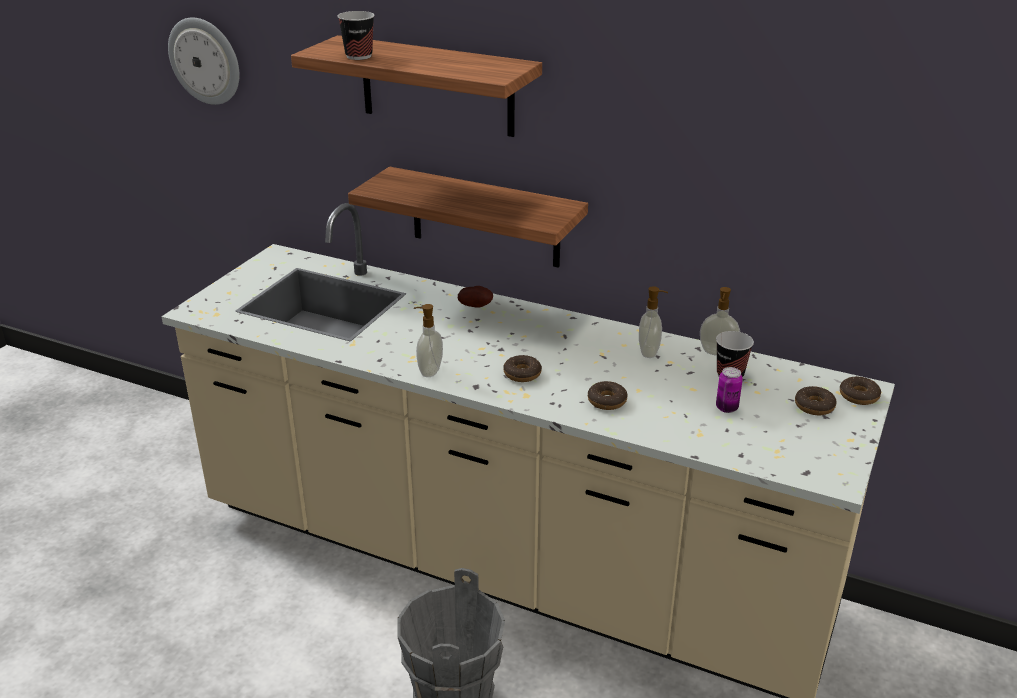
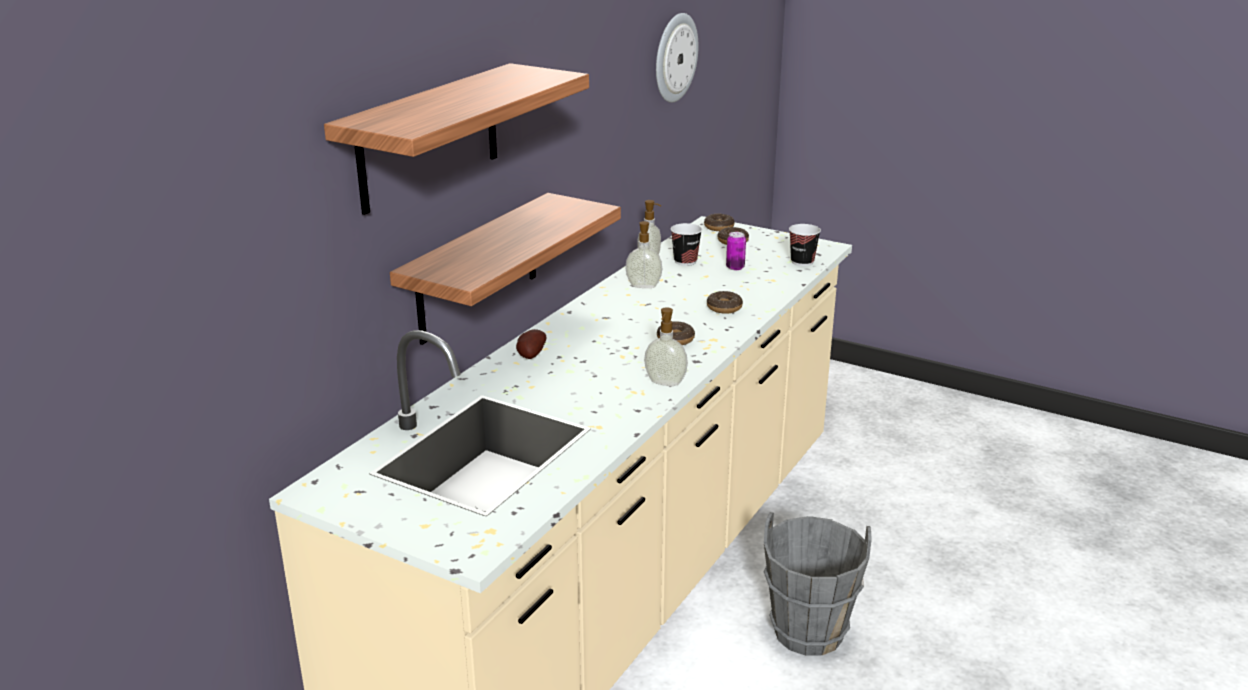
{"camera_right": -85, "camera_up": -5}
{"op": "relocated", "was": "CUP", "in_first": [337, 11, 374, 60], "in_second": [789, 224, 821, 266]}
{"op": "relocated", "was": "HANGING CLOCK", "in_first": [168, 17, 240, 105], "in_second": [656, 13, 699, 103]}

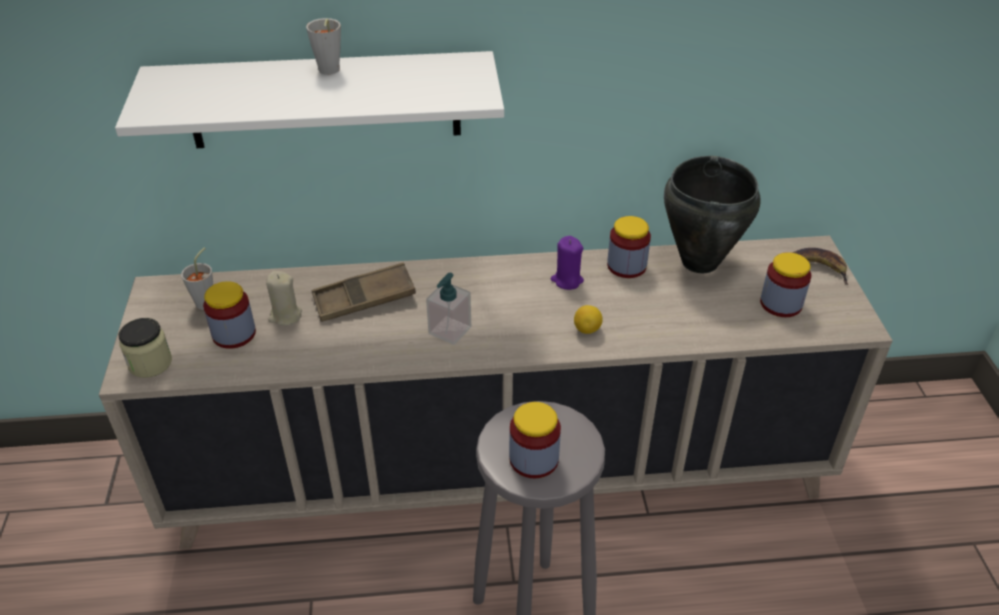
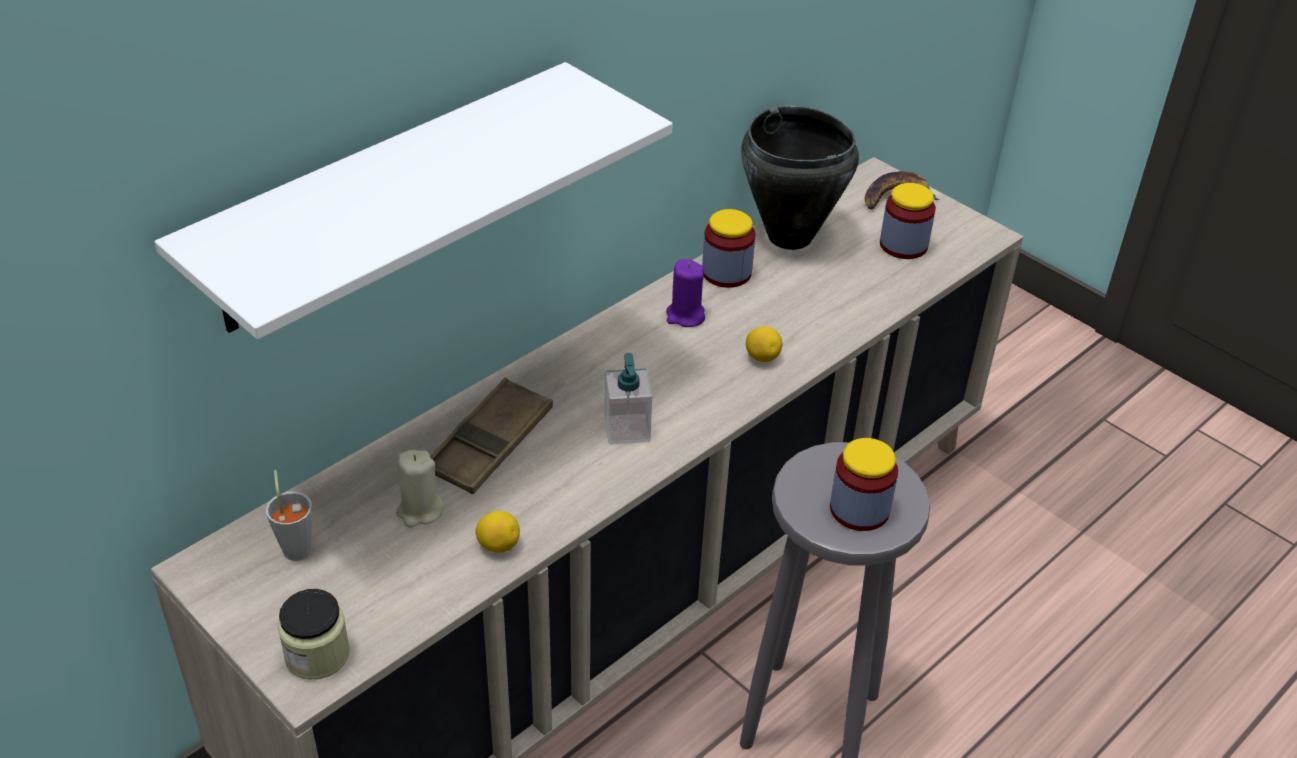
{"camera_right": -40, "camera_up": 0}
{"op": "missing", "was": "GREY CUP", "in_first": [306, 18, 341, 75]}
{"op": "missing", "was": "STORAGE JAR", "in_first": [203, 281, 256, 349]}
{"op": "appeared", "now": "LEMON", "in_second": [475, 511, 520, 553]}

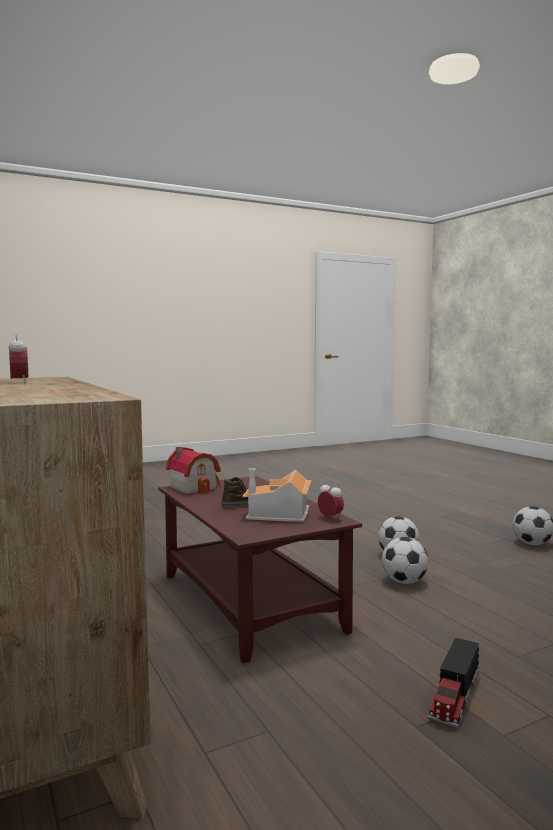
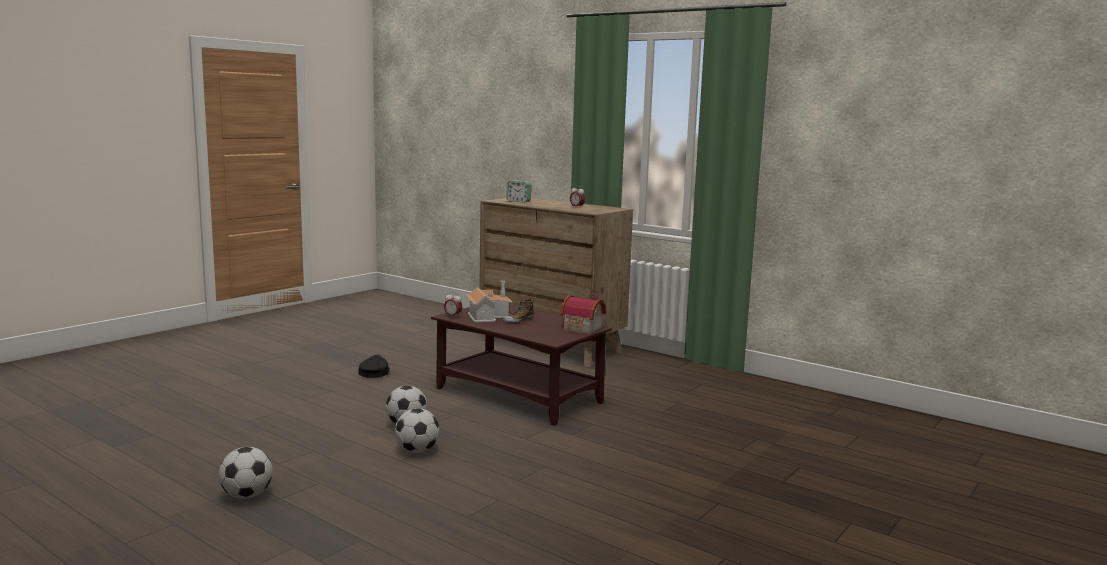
{"camera_right": 155, "camera_up": 5}
{"op": "exchanged", "was": "MODEL TRUCK", "now": "BLACKISH PEAKED CAP", "in_first": [428, 638, 480, 728], "in_second": [358, 355, 390, 378]}
{"op": "appeared", "now": "TABLE CLOCK", "in_second": [507, 180, 531, 203]}

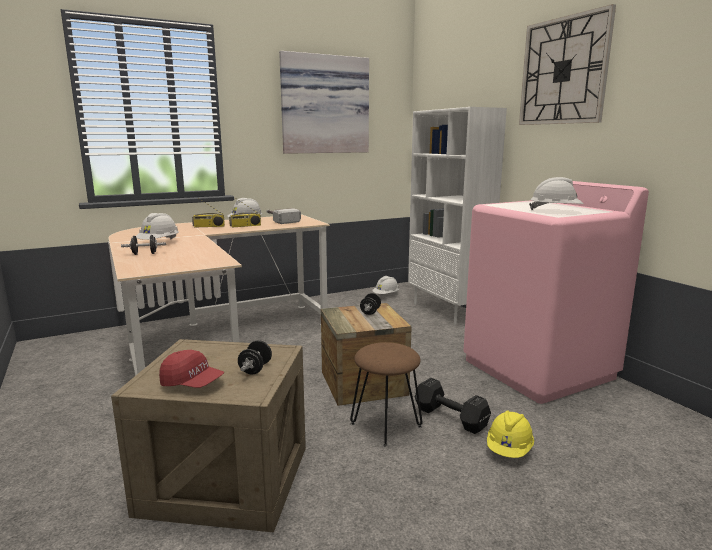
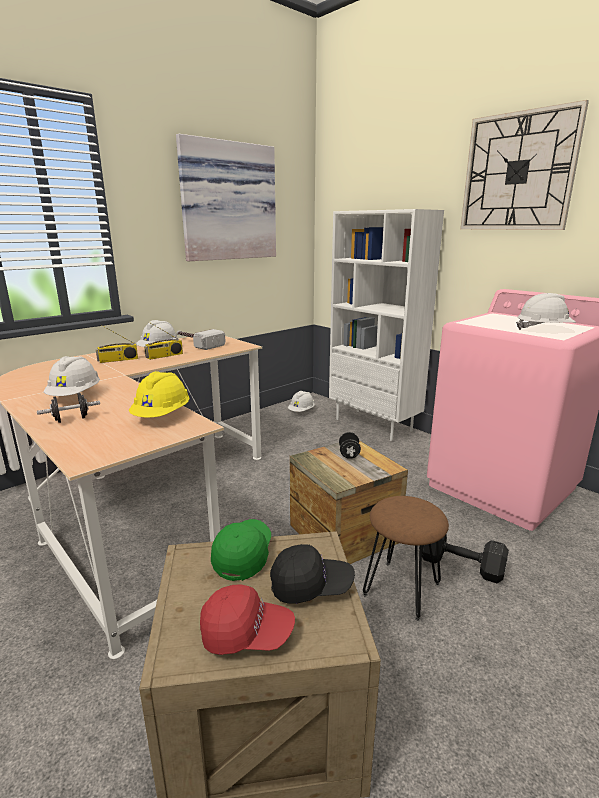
{"camera_right": -15, "camera_up": 5}
{"op": "exchanged", "was": "BLACKISH FREE WEIGHT", "now": "BLACKISH PEAKED CAP", "in_first": [238, 340, 272, 374], "in_second": [270, 544, 355, 604]}
{"op": "relocated", "was": "YELLOWISH SAFETY HELMET", "in_first": [487, 410, 534, 458], "in_second": [129, 371, 190, 418]}
{"op": "appeared", "now": "GREENISH PEAKED CAP", "in_second": [211, 519, 271, 581]}

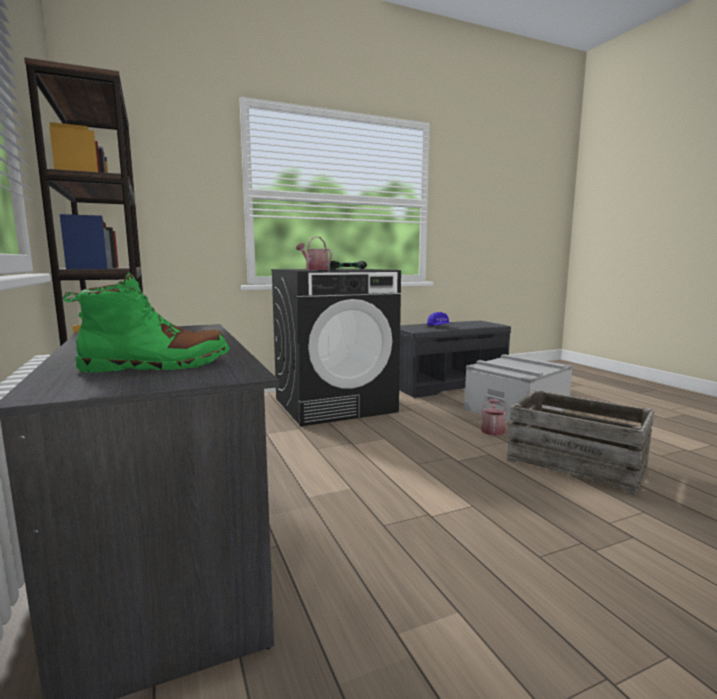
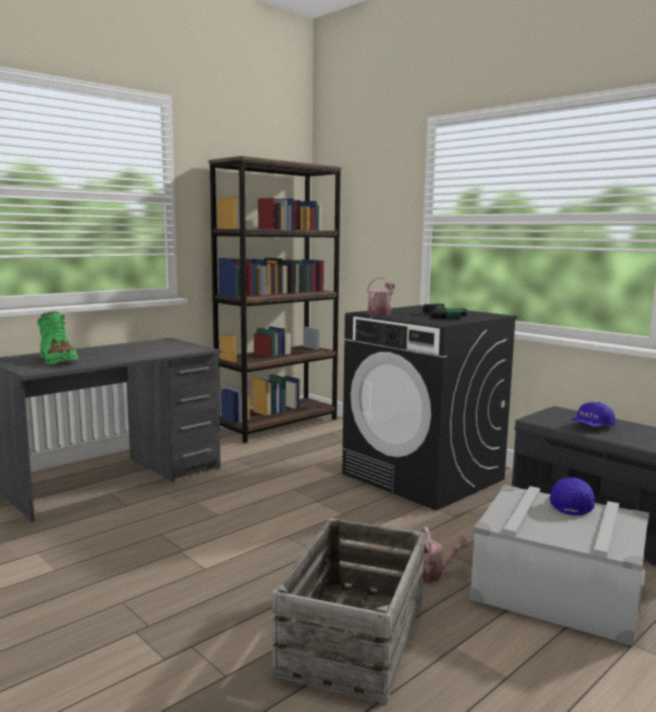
{"camera_right": 70, "camera_up": 0}
{"op": "appeared", "now": "BLUISH PEAKED CAP", "in_second": [549, 477, 595, 516]}

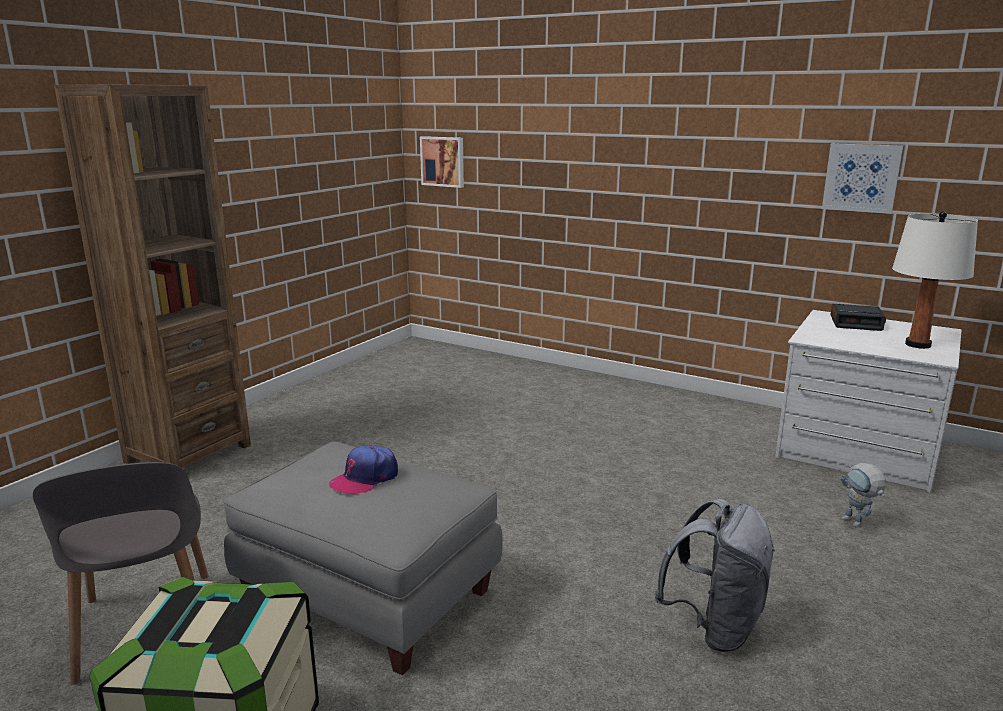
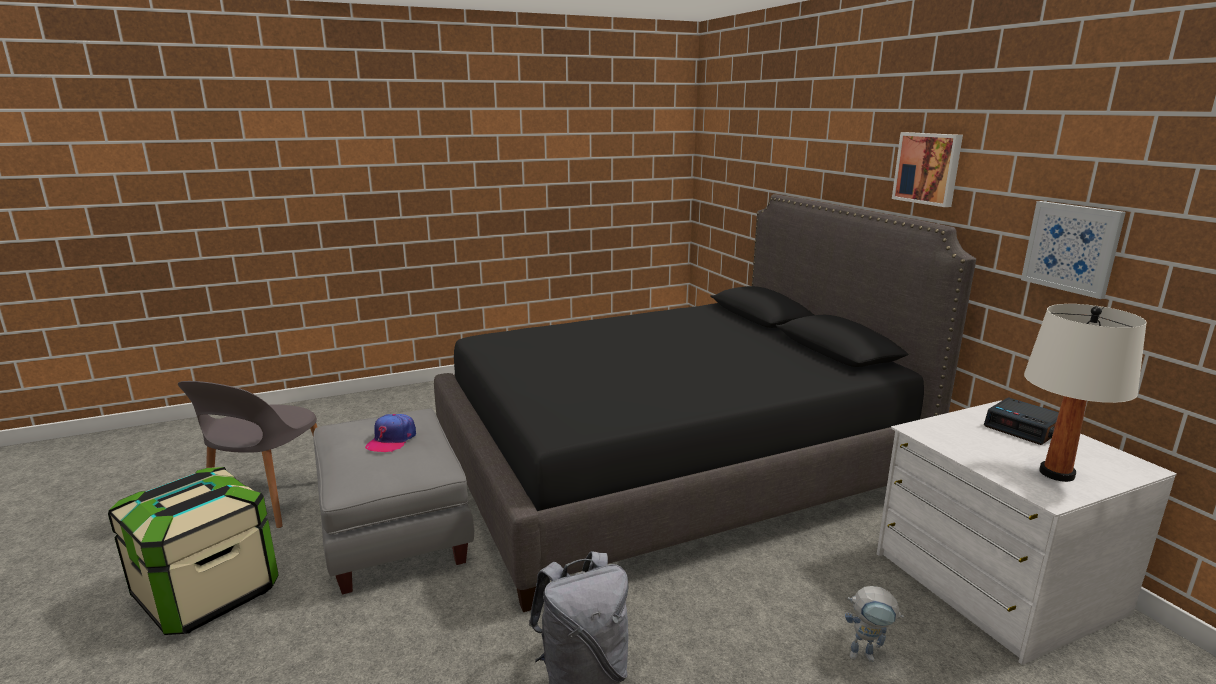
{"camera_right": 35, "camera_up": 0}
{"op": "missing", "was": "BROWN-COLOURED SHELVING UNIT", "in_first": [54, 84, 251, 468]}
{"op": "relocated", "was": "PICTURE", "in_first": [420, 136, 464, 188], "in_second": [892, 132, 963, 207]}
{"op": "spun", "was": "PEAKED CAP", "in_first": [329, 445, 398, 495], "in_second": [365, 414, 416, 452], "clockwise": -60}
{"op": "spun", "was": "ROBOT FIGURE", "in_first": [841, 463, 886, 527], "in_second": [845, 586, 904, 662], "clockwise": -90}
{"op": "appeared", "now": "BLACKISH BED", "in_second": [434, 194, 976, 612]}

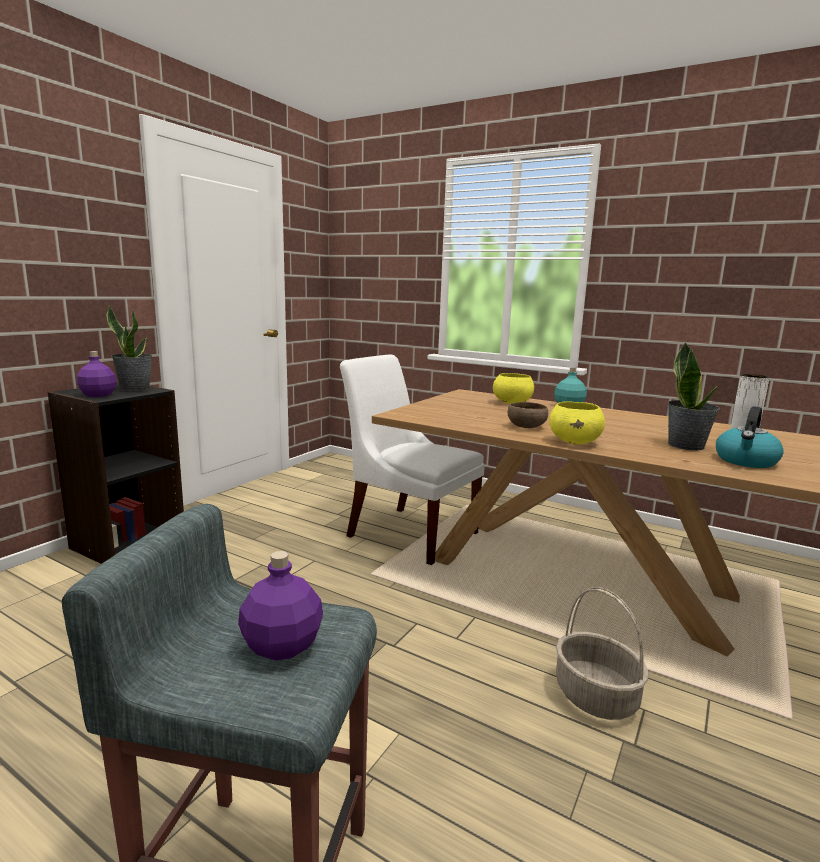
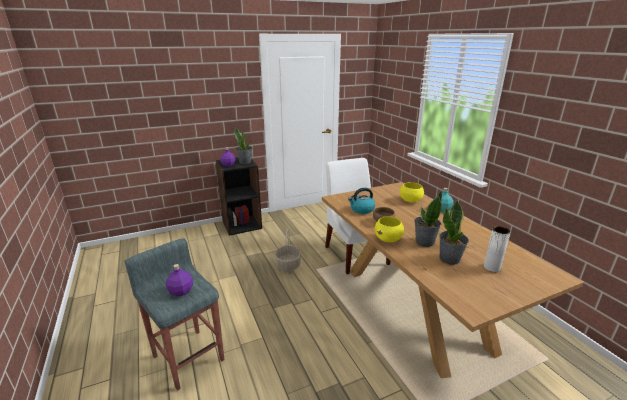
{"camera_right": 35, "camera_up": 10}
{"op": "relocated", "was": "KETTLE", "in_first": [716, 406, 784, 468], "in_second": [348, 188, 375, 214]}
{"op": "relocated", "was": "HOUSEHOLD BASKET", "in_first": [556, 587, 649, 720], "in_second": [274, 229, 301, 272]}
{"op": "appeared", "now": "POTTED PLANT", "in_second": [414, 191, 442, 247]}

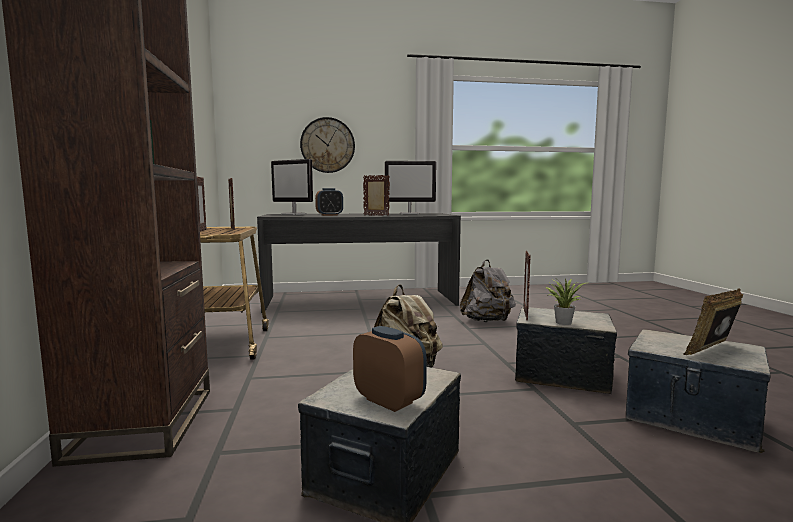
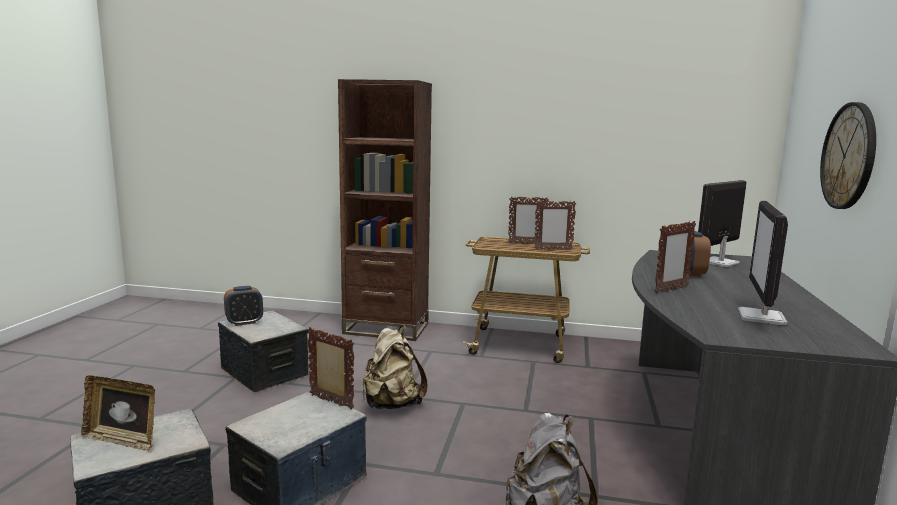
{"camera_right": 110, "camera_up": 5}
{"op": "missing", "was": "POTTED PLANT", "in_first": [546, 279, 585, 325]}
{"op": "spun", "was": "STANDING FRAME", "in_first": [683, 288, 743, 356], "in_second": [81, 375, 155, 452], "clockwise": 120}

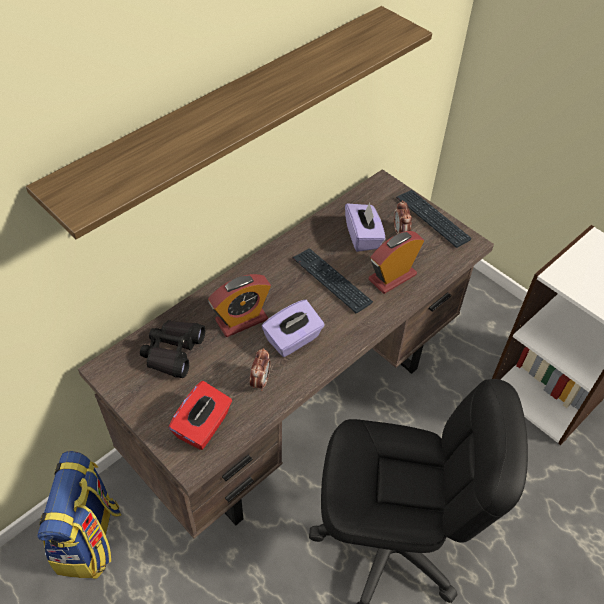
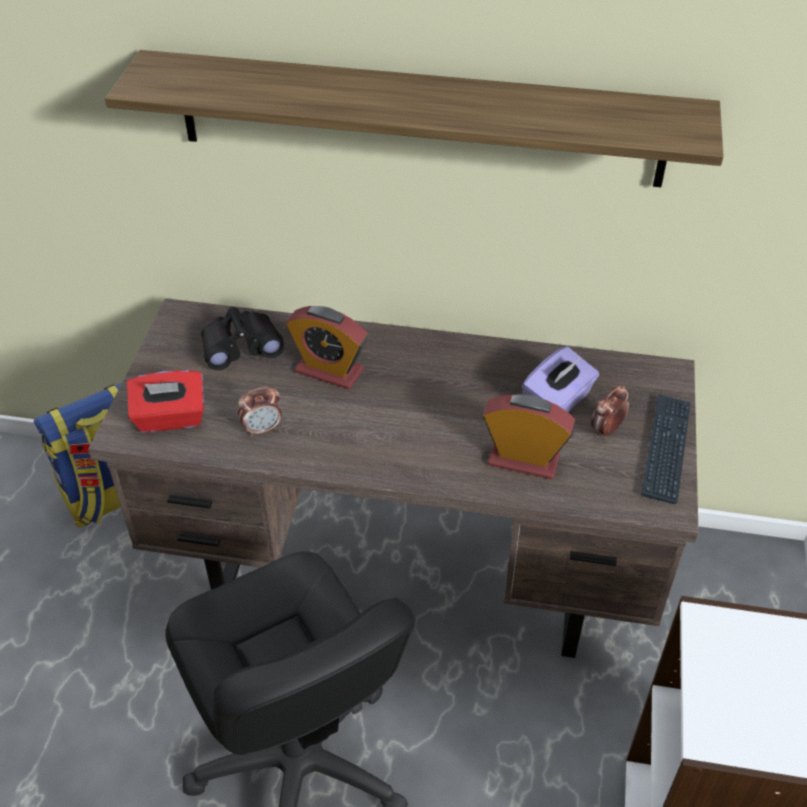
{"camera_right": 55, "camera_up": -5}
{"op": "missing", "was": "COMPUTER KEYBOARD", "in_first": [292, 248, 373, 313]}
{"op": "missing", "was": "PURPLE-COLOURED BOX OF TISSUES", "in_first": [262, 300, 325, 357]}

